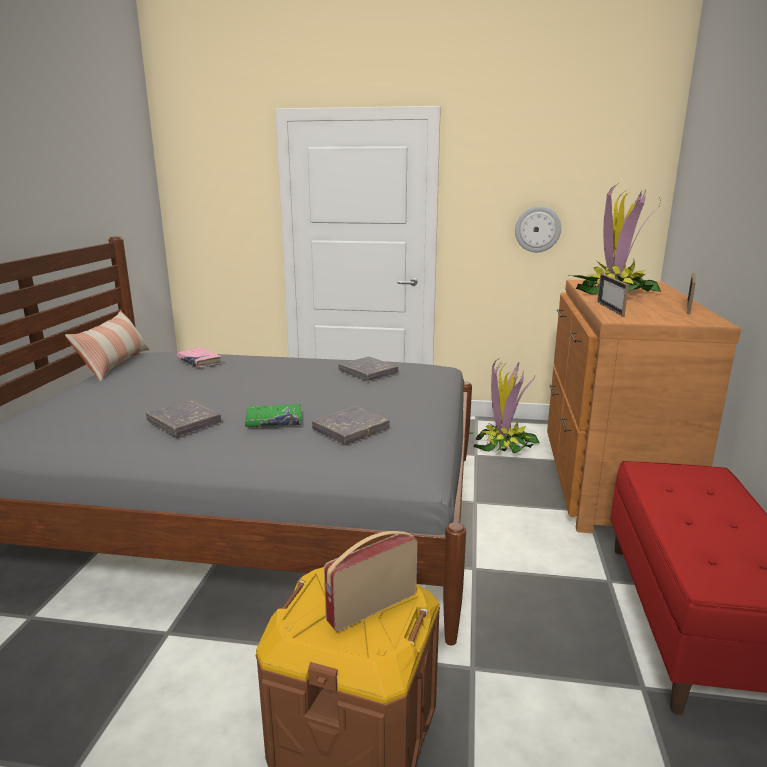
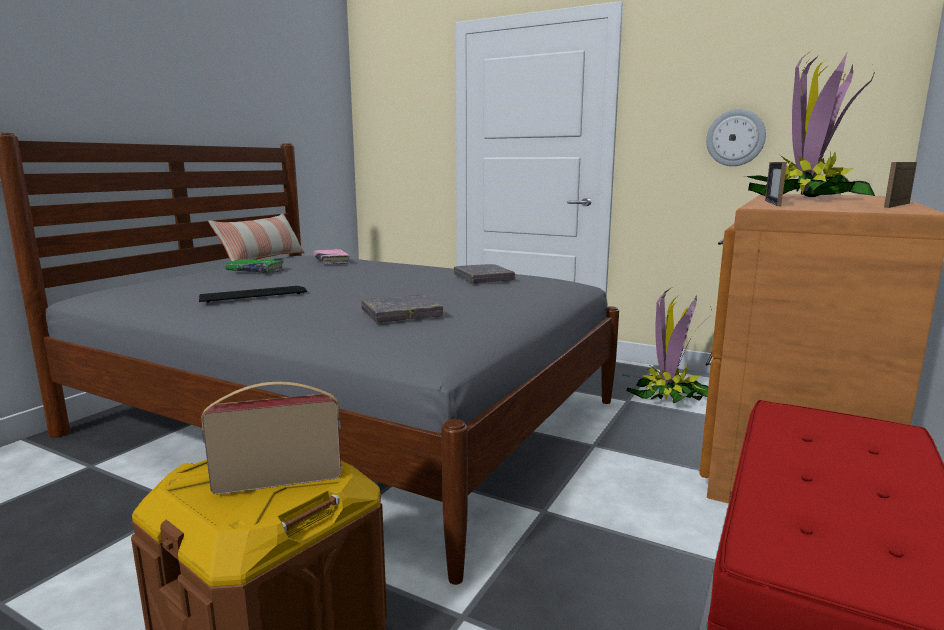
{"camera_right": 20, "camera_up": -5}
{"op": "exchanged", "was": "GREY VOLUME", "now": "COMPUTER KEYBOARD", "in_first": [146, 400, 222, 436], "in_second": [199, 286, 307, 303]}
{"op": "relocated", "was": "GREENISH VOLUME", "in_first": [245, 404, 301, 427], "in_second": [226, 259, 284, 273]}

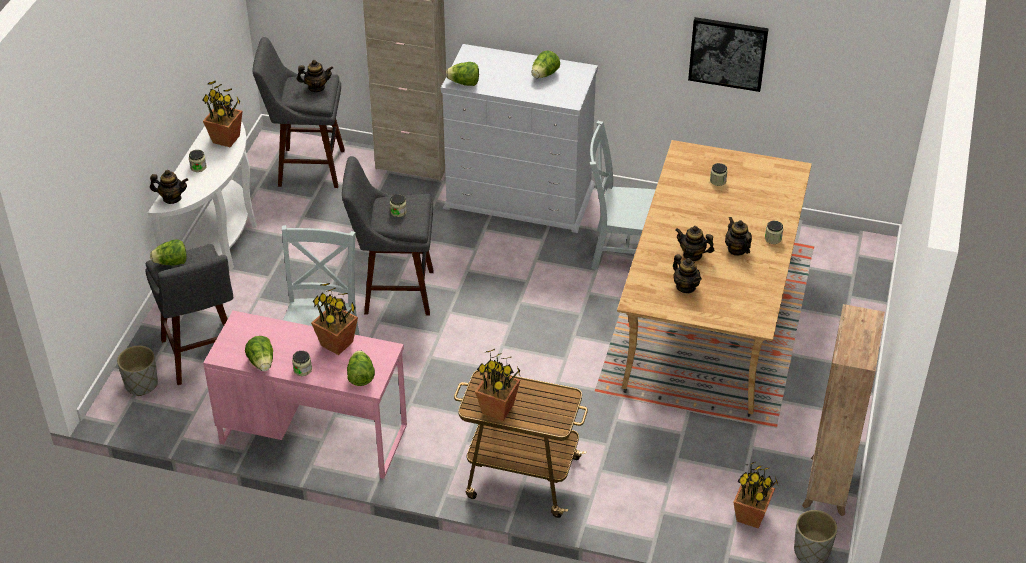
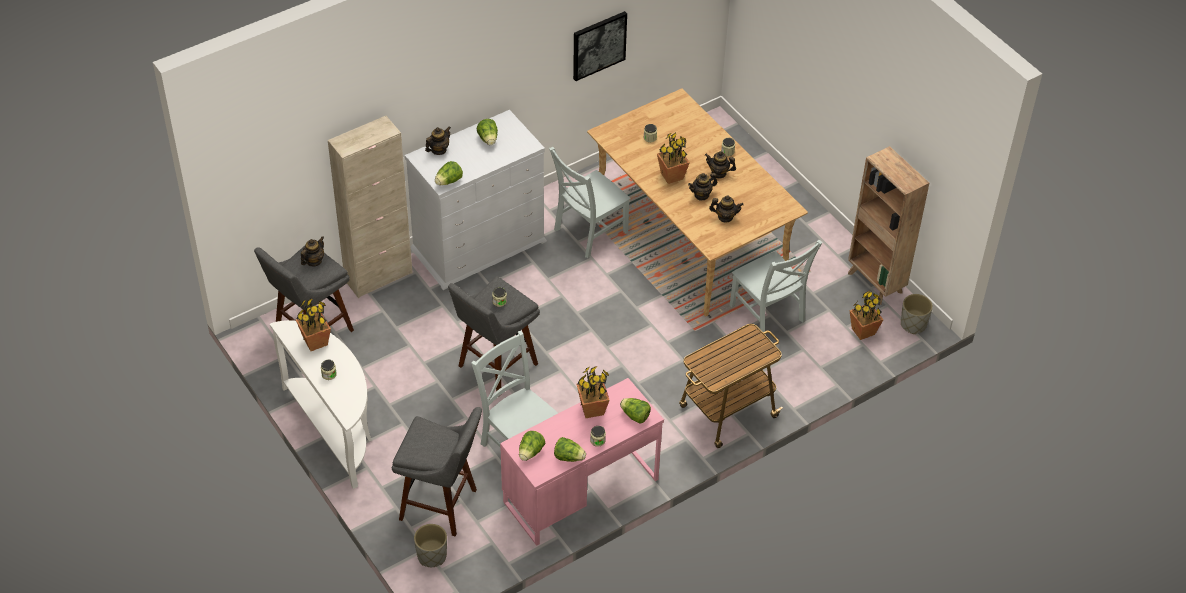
{"camera_right": -50, "camera_up": 5}
{"op": "relocated", "was": "TEA POT", "in_first": [150, 170, 188, 204], "in_second": [425, 126, 451, 155]}
{"op": "relocated", "was": "LETTUCE HEAD", "in_first": [150, 239, 187, 266], "in_second": [519, 431, 545, 461]}
{"op": "relocated", "was": "POTTED PLANT", "in_first": [475, 349, 521, 421], "in_second": [657, 132, 690, 184]}
{"op": "appeared", "now": "GREY UPRIGHT CHAIR", "in_second": [730, 240, 823, 332]}

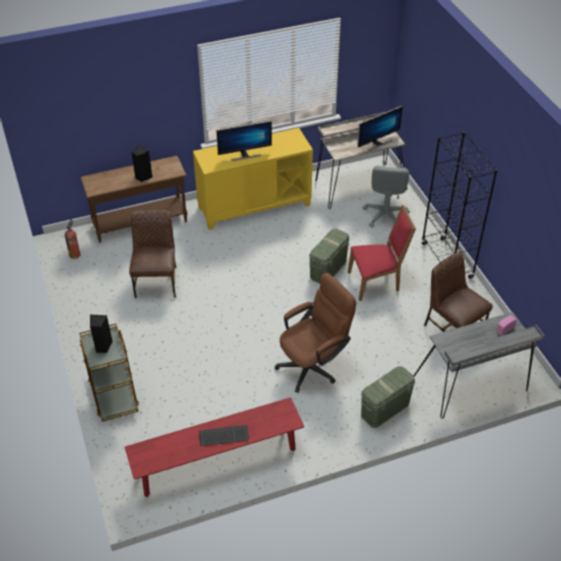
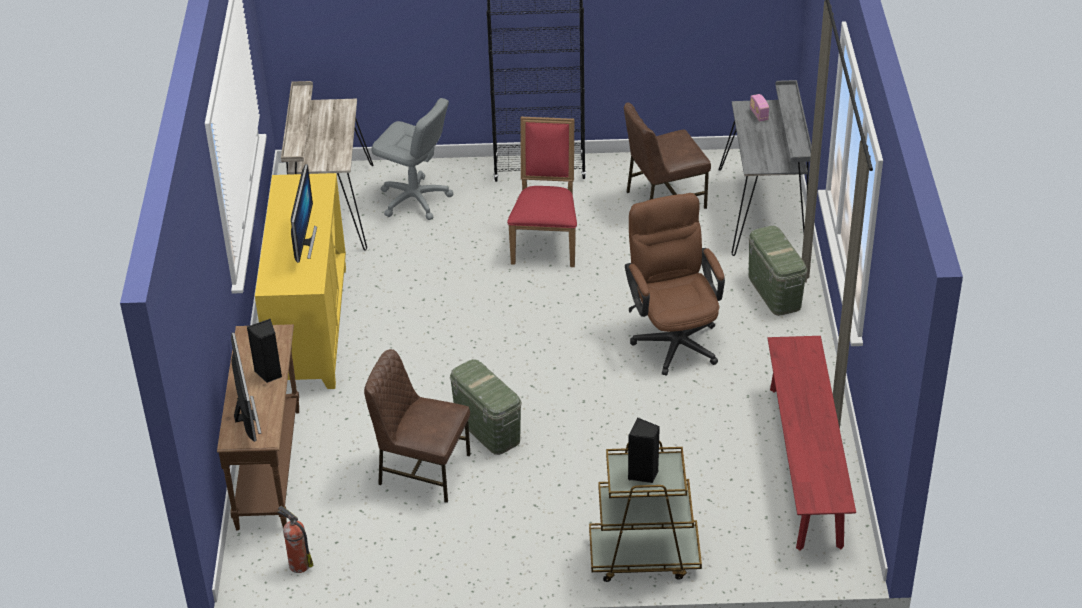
{"camera_right": -70, "camera_up": -5}
{"op": "relocated", "was": "COMPUTER DISPLAY", "in_first": [357, 106, 403, 151], "in_second": [231, 333, 262, 442]}
{"op": "relocated", "was": "GREENISH STORAGE BIN", "in_first": [309, 228, 350, 284], "in_second": [450, 359, 522, 455]}
{"op": "missing", "was": "COMPUTER KEYBOARD", "in_first": [199, 425, 249, 446]}

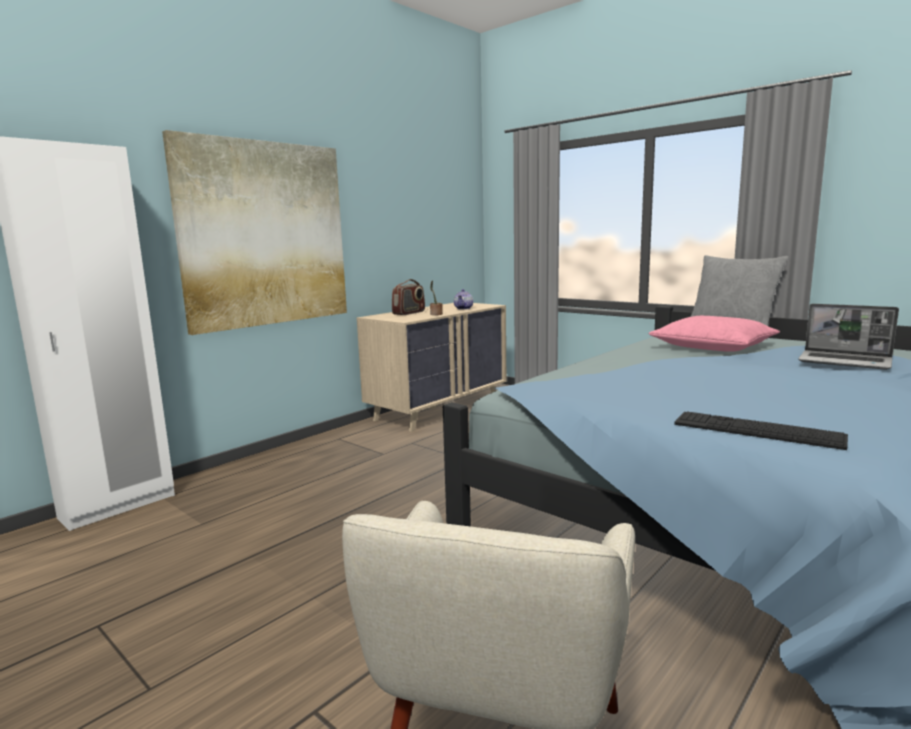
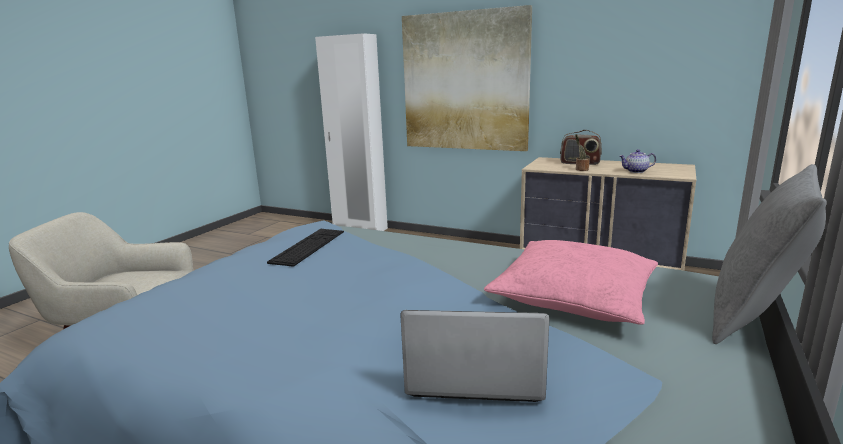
{"camera_right": 75, "camera_up": 5}
{"op": "spun", "was": "PORTABLE COMPUTER", "in_first": [798, 304, 899, 370], "in_second": [400, 310, 549, 402], "clockwise": 75}
{"op": "relocated", "was": "COMPUTER KEYBOARD", "in_first": [674, 411, 848, 450], "in_second": [267, 229, 344, 267]}

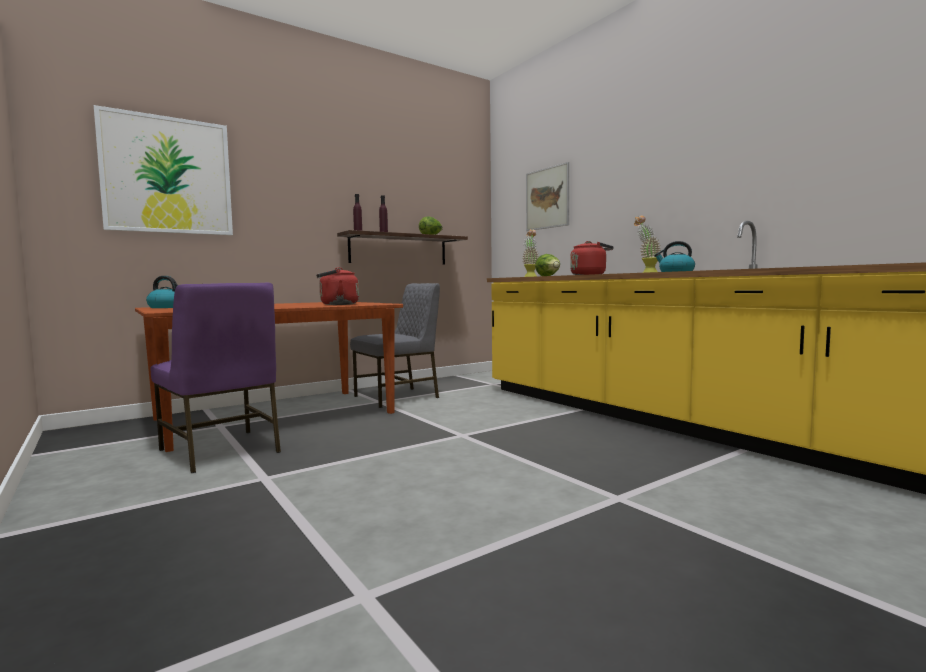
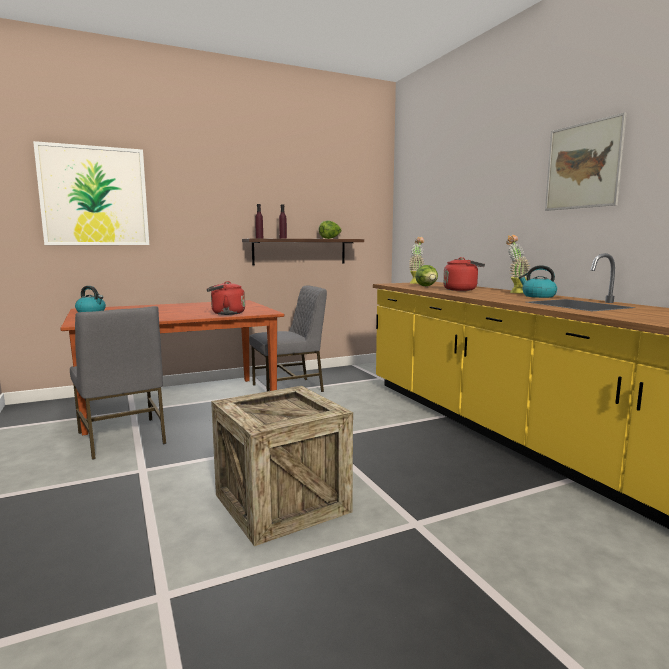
{"camera_right": 10, "camera_up": 5}
{"op": "relocated", "was": "PICTURE", "in_first": [526, 162, 569, 231], "in_second": [545, 112, 627, 211]}
{"op": "colour", "was": "PURPLE-COLOURED UPRIGHT CHAIR", "now": "GREY UPRIGHT CHAIR", "in_first": [151, 283, 281, 473], "in_second": [70, 306, 166, 460]}
{"op": "appeared", "now": "SHIPPING CRATE", "in_second": [211, 386, 353, 546]}

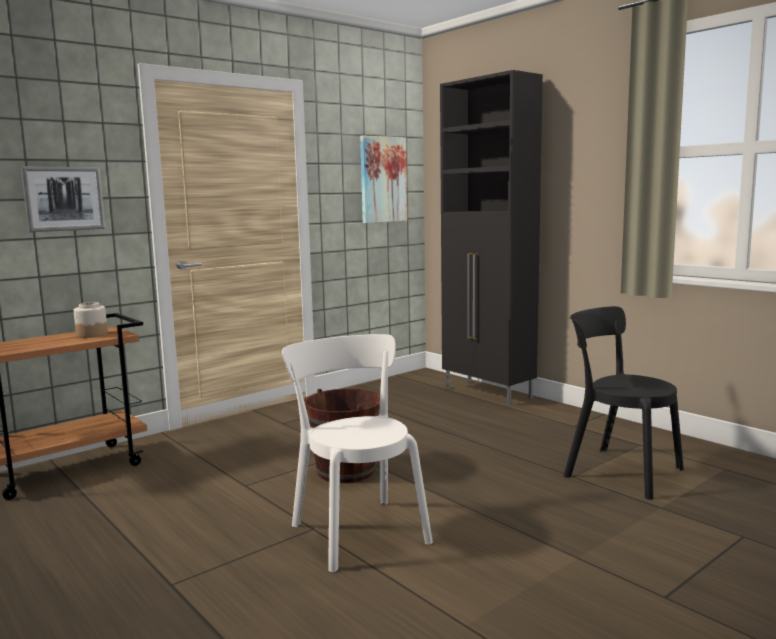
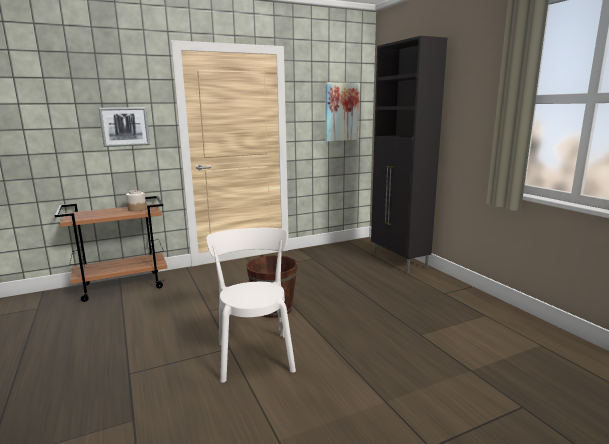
{"camera_right": 15, "camera_up": 5}
{"op": "missing", "was": "BLACKISH UPRIGHT CHAIR", "in_first": [564, 306, 684, 500]}

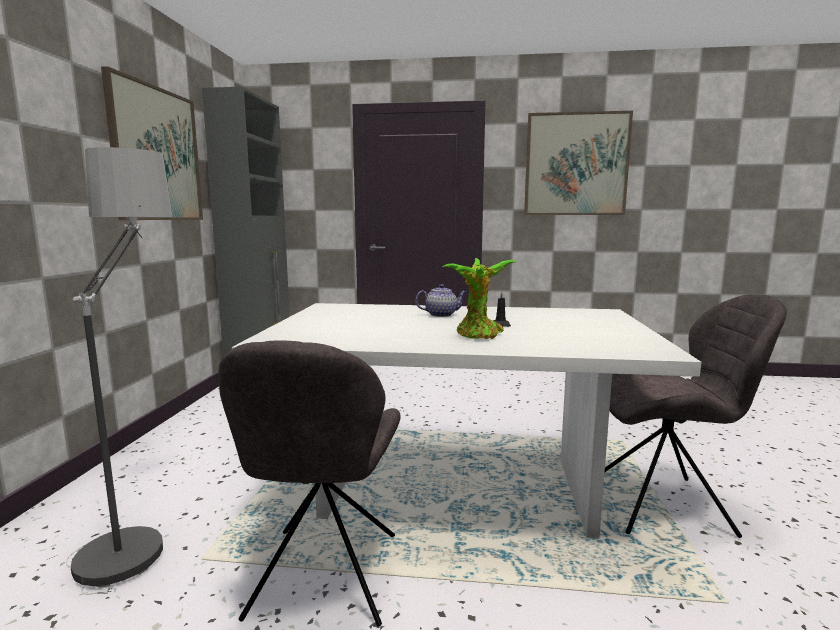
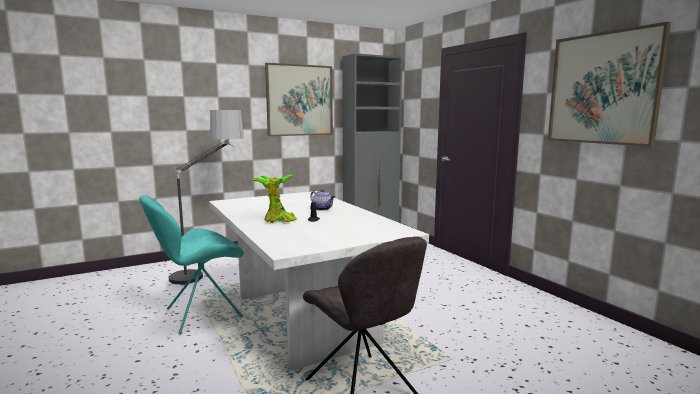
{"camera_right": 55, "camera_up": 0}
{"op": "colour", "was": "GREY UPRIGHT CHAIR", "now": "TURQUOISE-COLOURED UPRIGHT CHAIR", "in_first": [218, 340, 400, 627], "in_second": [139, 195, 244, 334]}

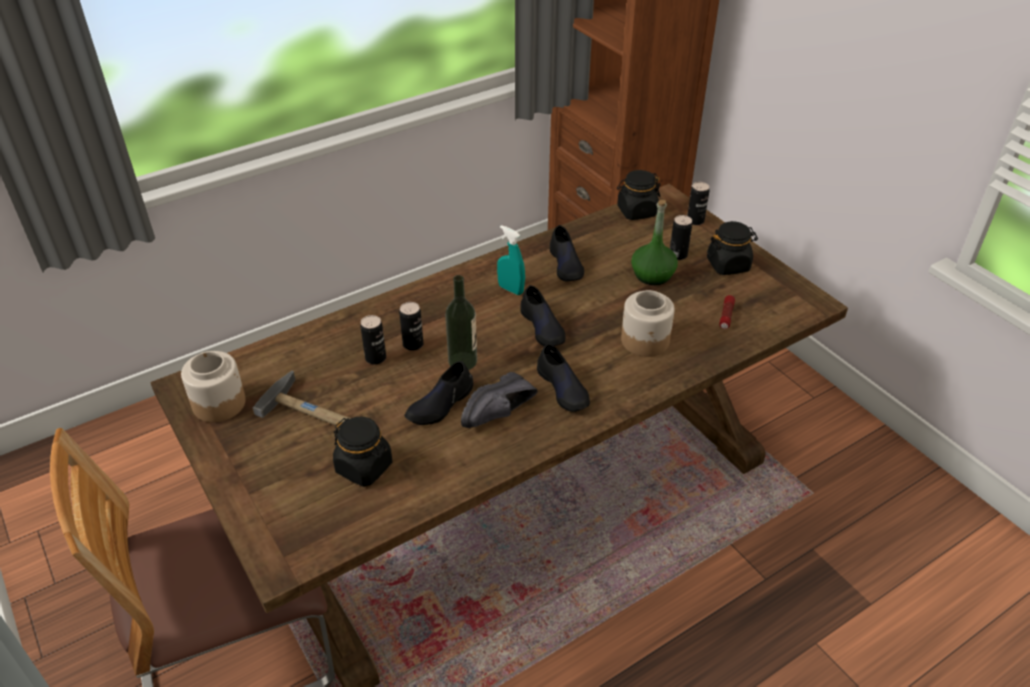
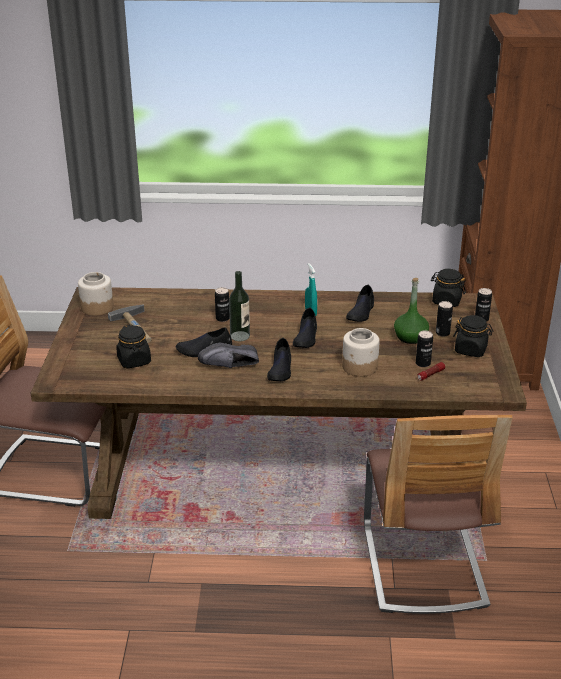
{"camera_right": 35, "camera_up": -10}
{"op": "relocated", "was": "METAL CAN", "in_first": [360, 315, 386, 365], "in_second": [416, 330, 433, 367]}
{"op": "appeared", "now": "UPRIGHT CHAIR", "in_second": [364, 415, 513, 614]}

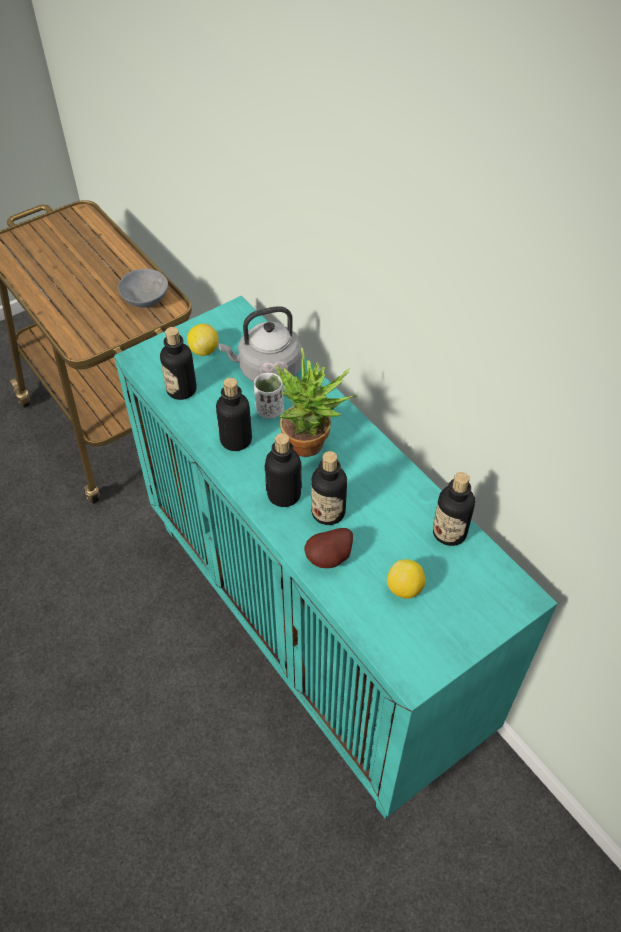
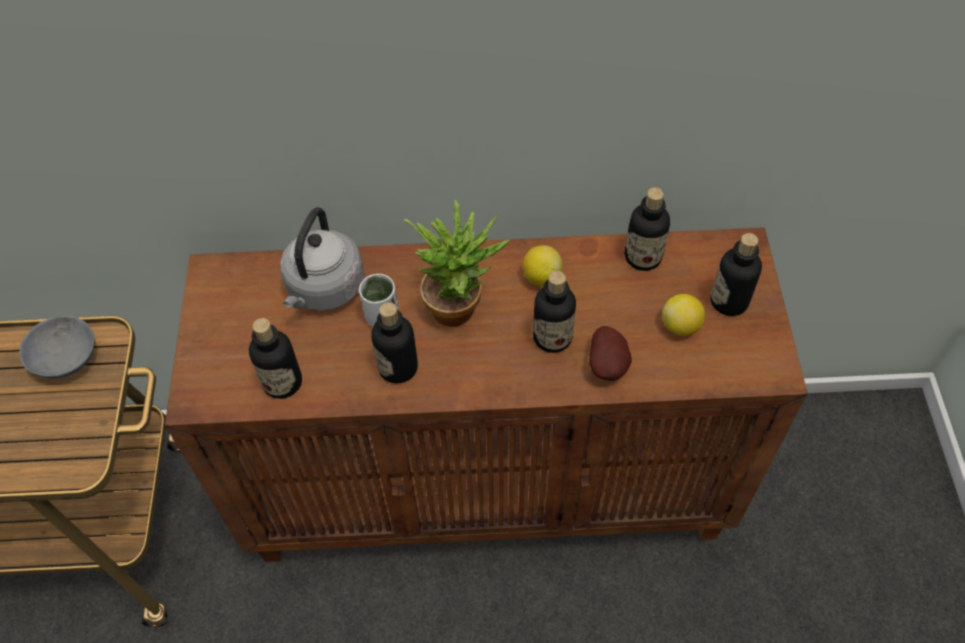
{"camera_right": -55, "camera_up": 5}
{"op": "colour", "was": "TURQUOISE-COLOURED STORAGE CABINET", "now": "BROWN-COLOURED STORAGE CABINET", "in_first": [114, 296, 558, 819], "in_second": [165, 227, 808, 562]}
{"op": "relocated", "was": "LEMON", "in_first": [187, 324, 219, 356], "in_second": [523, 245, 563, 287]}
{"op": "relocated", "was": "BOTTLE", "in_first": [265, 433, 302, 507], "in_second": [710, 233, 762, 316]}

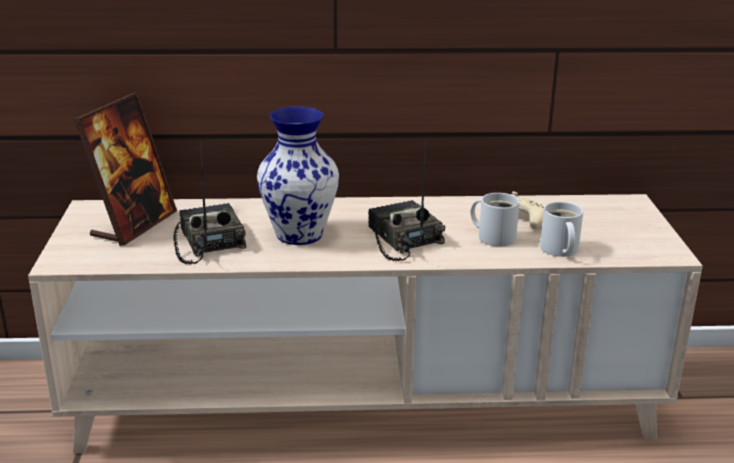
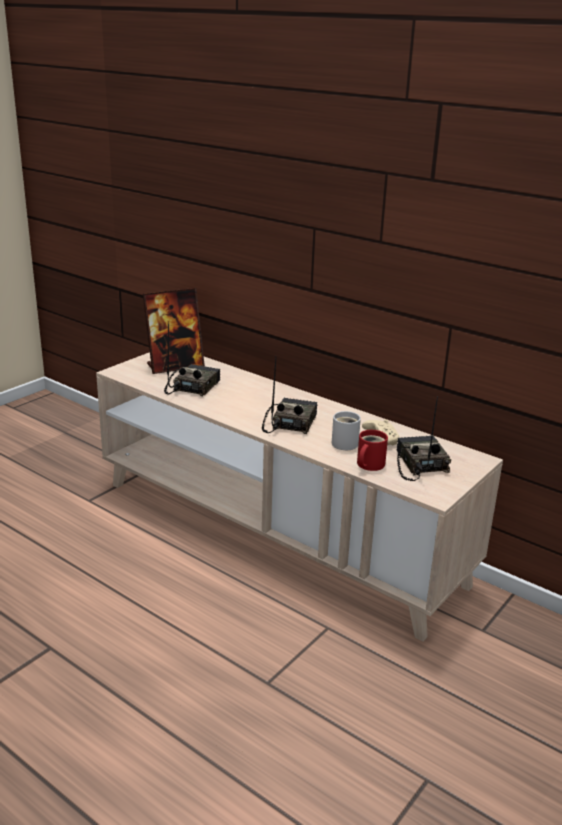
{"camera_right": 40, "camera_up": 0}
{"op": "missing", "was": "DECORATIVE VASE", "in_first": [257, 107, 339, 245]}
{"op": "colour", "was": "WHITE MUG", "now": "REDDISH MUG", "in_first": [540, 202, 583, 257], "in_second": [357, 430, 388, 471]}
{"op": "appeared", "now": "RADIO SET", "in_second": [396, 397, 451, 481]}

